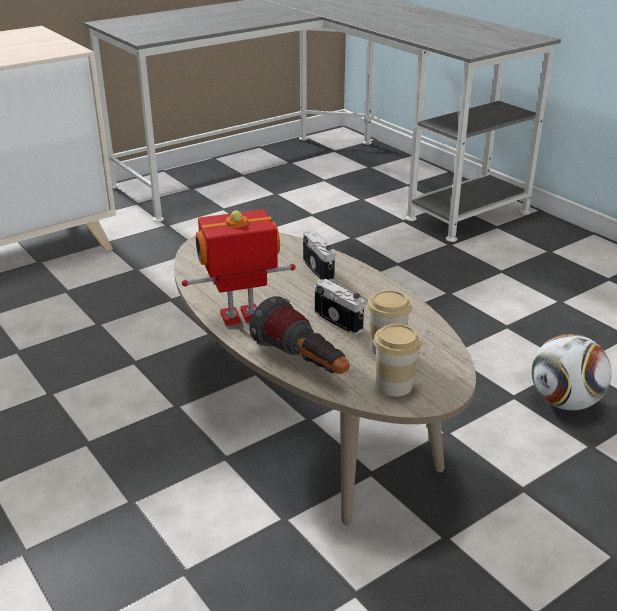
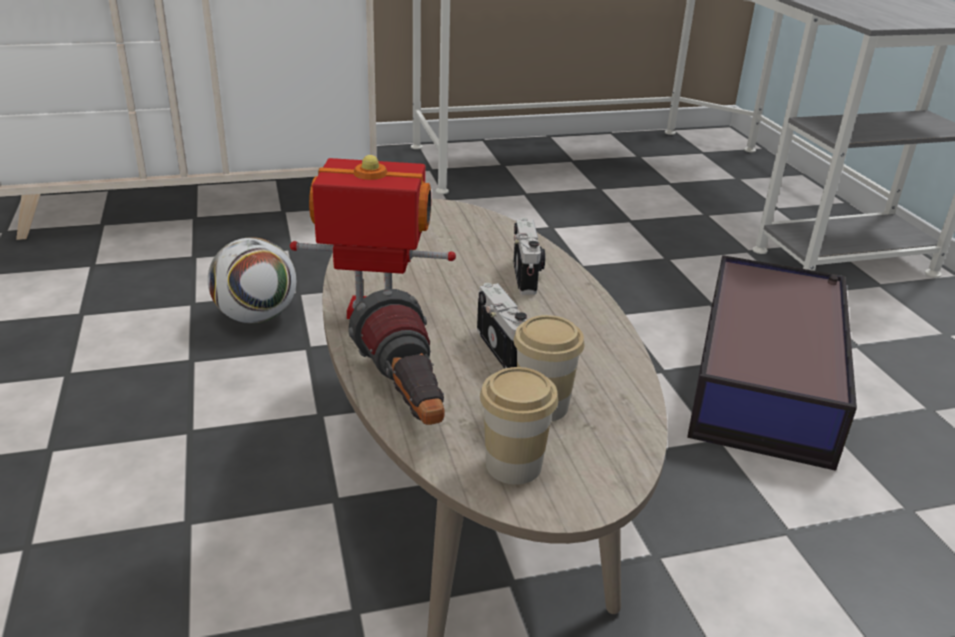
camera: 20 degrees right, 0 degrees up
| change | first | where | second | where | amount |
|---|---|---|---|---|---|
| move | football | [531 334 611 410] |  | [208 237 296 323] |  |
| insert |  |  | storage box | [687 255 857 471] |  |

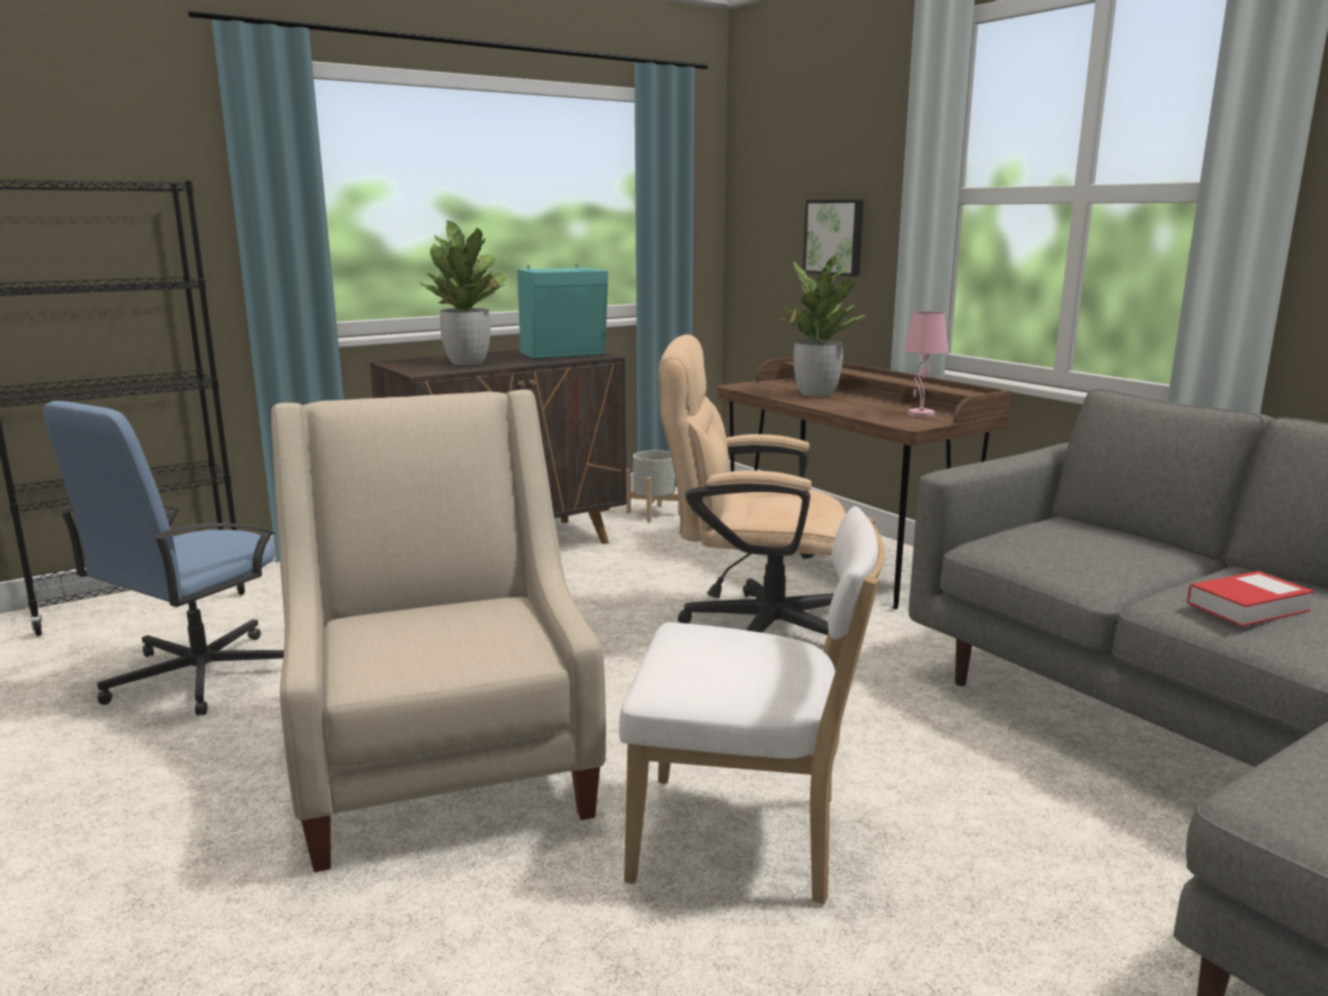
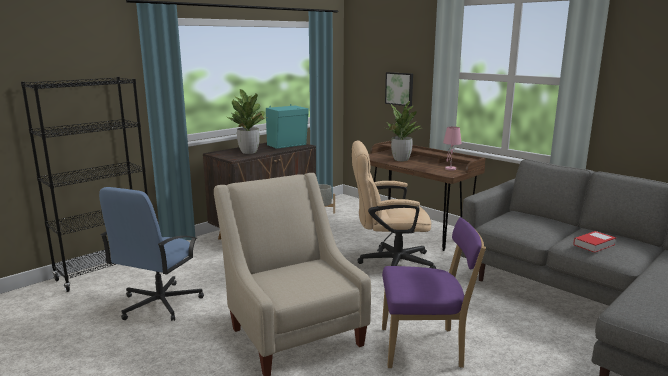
camera: 10 degrees left, 0 degrees up
| change | first | where | second | where | amount |
|---|---|---|---|---|---|
| recolor | upright chair in whitish | [619 506 885 905] | upright chair in purple | [382 217 486 368] |  |

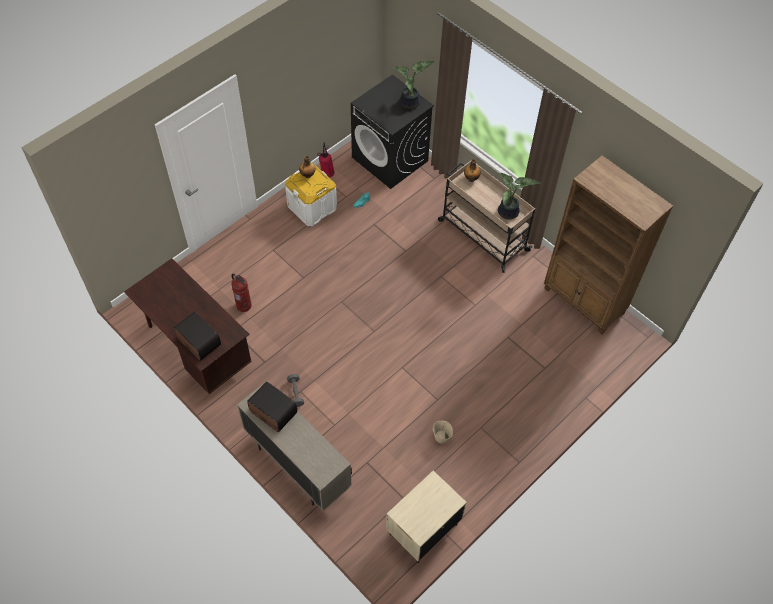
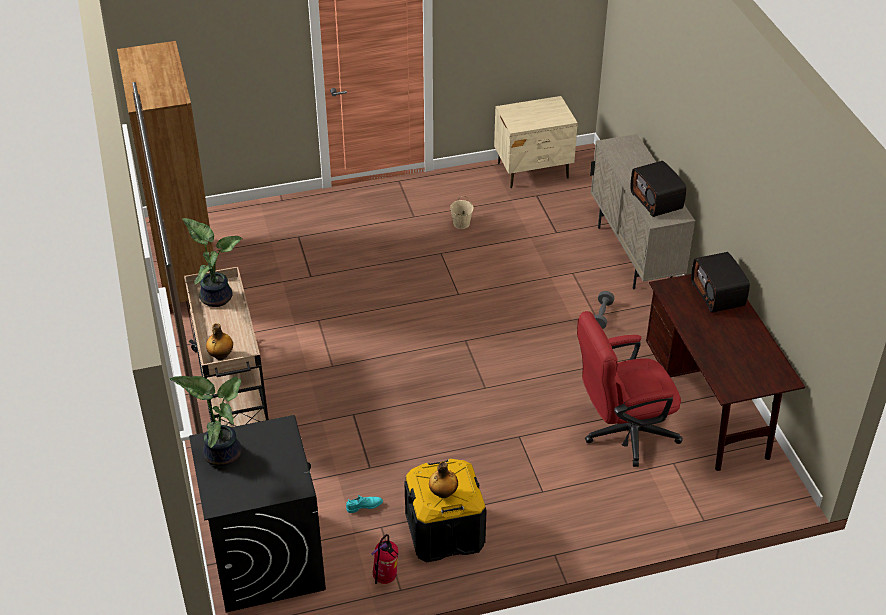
camera: 150 degrees left, 15 degrees down
| change | first | where | second | where | amount |
|---|---|---|---|---|---|
| replace | fire extinguisher | [231 274 252 312] | desk chair in reddish | [577 311 683 467] |  |
| recolor | storage box in whitish | [285 165 337 226] | storage box in black-coloured | [404 459 487 562] |  |

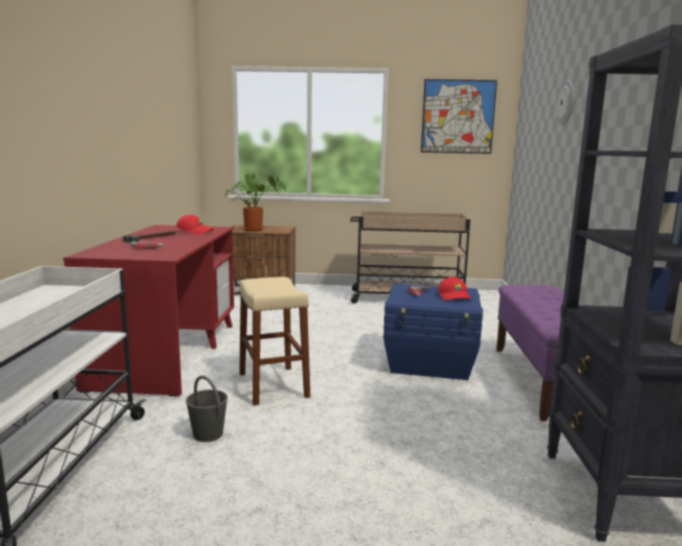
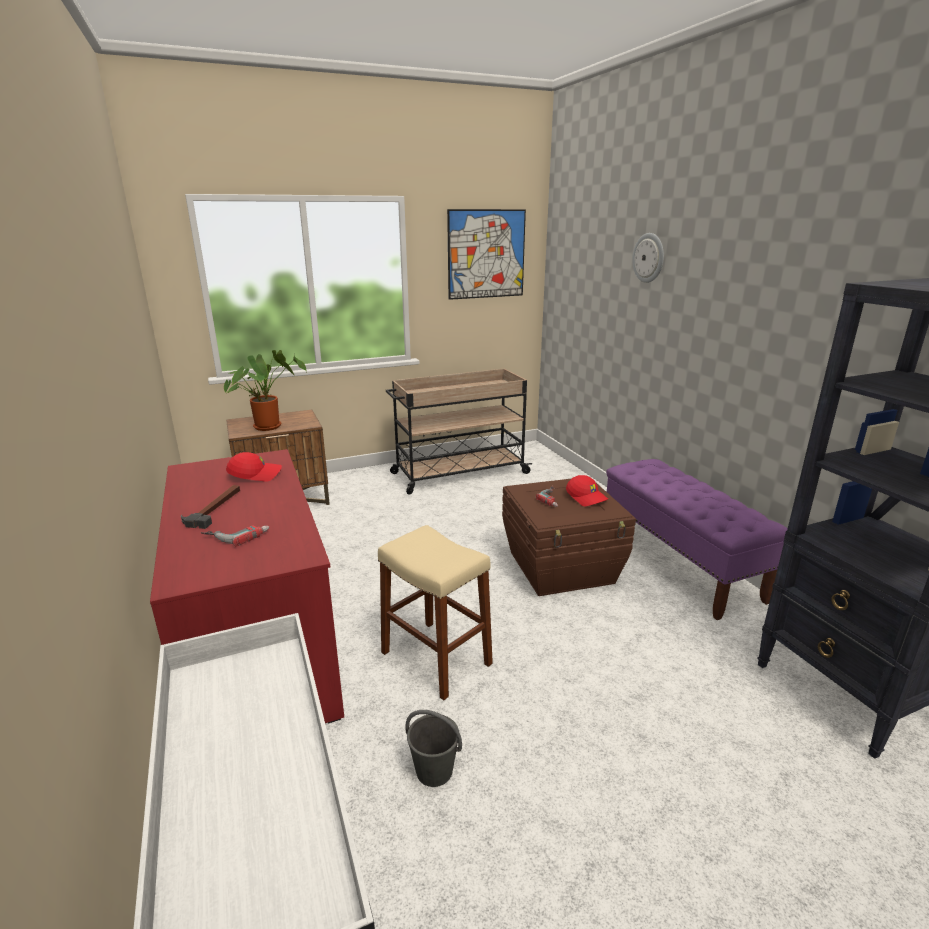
camera: 25 degrees left, 10 degrees up
| change | first | where | second | where | amount |
|---|---|---|---|---|---|
| recolor | storage box in blue-coloured | [383 283 483 380] | storage box in brown-coloured | [502 479 636 596] |  |

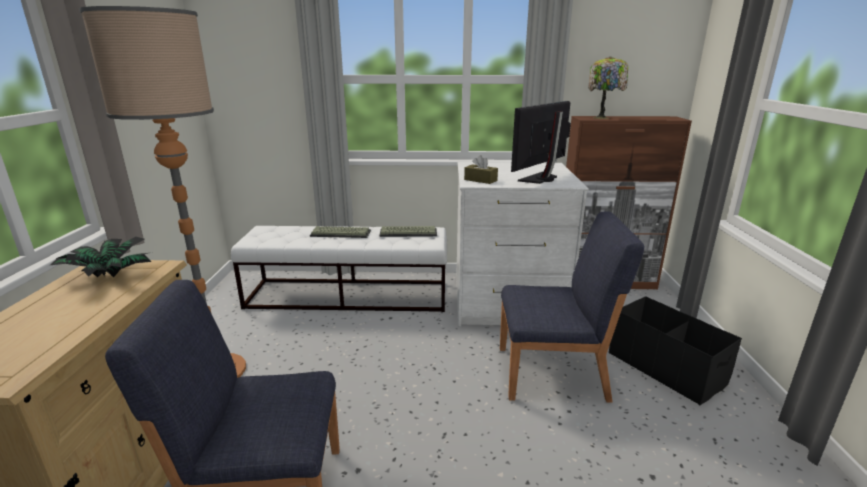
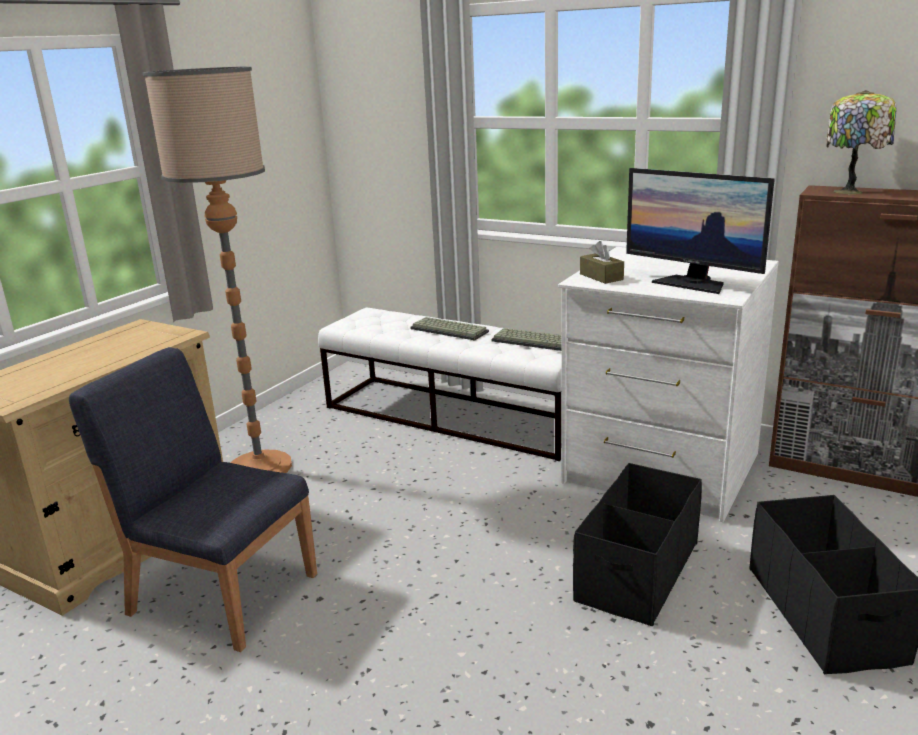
camera: 30 degrees right, 0 degrees up
| change | first | where | second | where | amount |
|---|---|---|---|---|---|
| delete | houseplant | [50 237 151 278] |  |  |  |
| replace | upright chair in blue-coloured | [500 211 644 403] | storage box in black-coloured | [573 463 702 626] |  |
| rotate | computer display | [511 101 571 184] |  | [626 168 775 294] | 120 degrees counterclockwise |

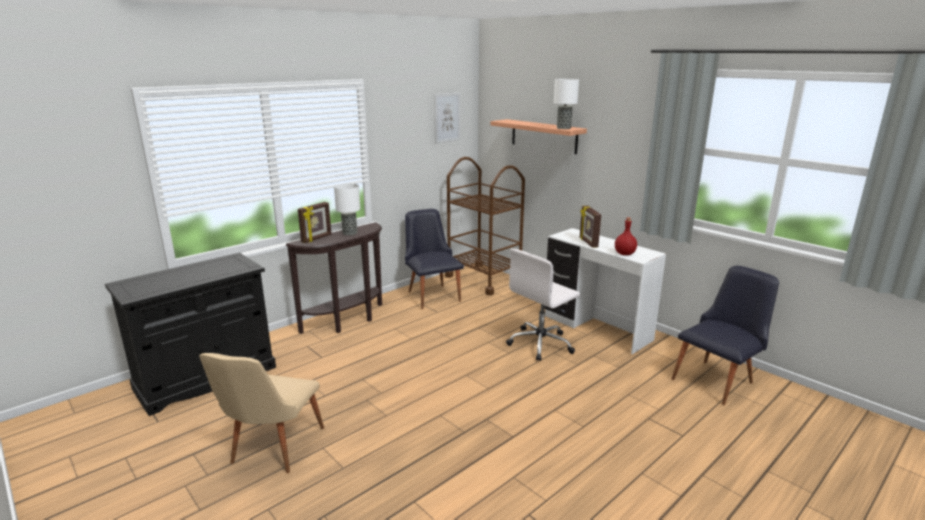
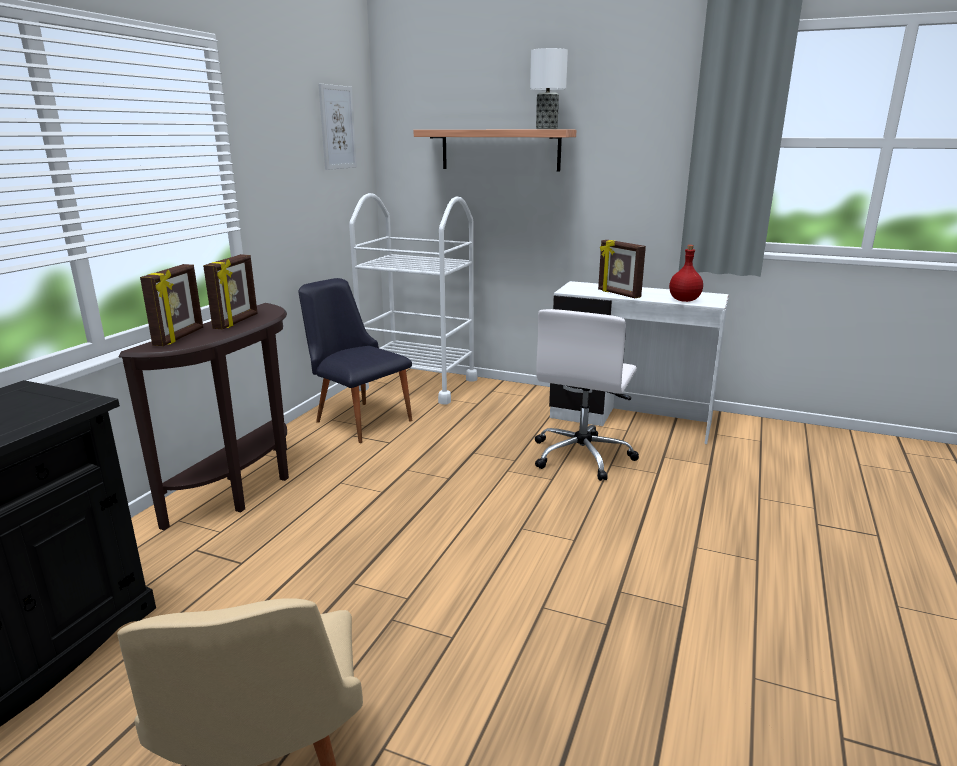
camera: 25 degrees left, 0 degrees up
| change | first | where | second | where | amount |
|---|---|---|---|---|---|
| replace | lamp for a table | [334 183 360 235] | standing frame | [203 254 258 329] |  |
| recolor | trolley in brown-coloured | [445 157 525 295] | trolley in whitish | [349 193 477 404] |  |
| delete | upright chair in black-coloured | [672 266 779 405] |  |  |  |

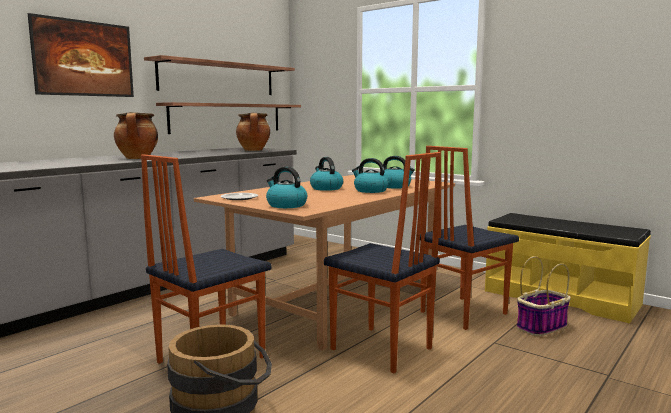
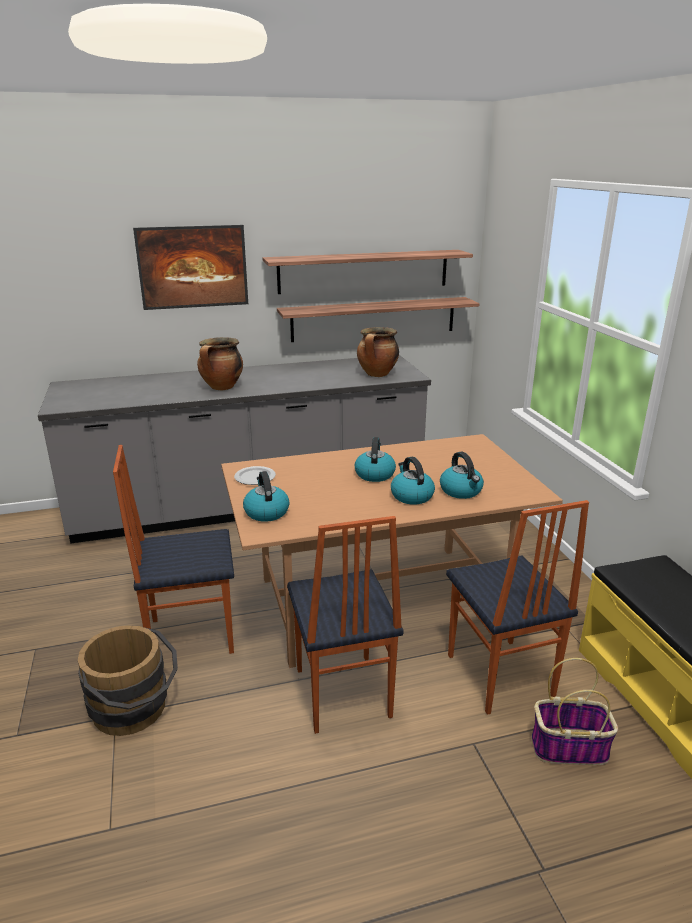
camera: 35 degrees right, 15 degrees up
| change | first | where | second | where | amount |
|---|---|---|---|---|---|
| rotate | upright chair | [420 146 519 330] |  | [446 500 589 715] | 105 degrees counterclockwise |

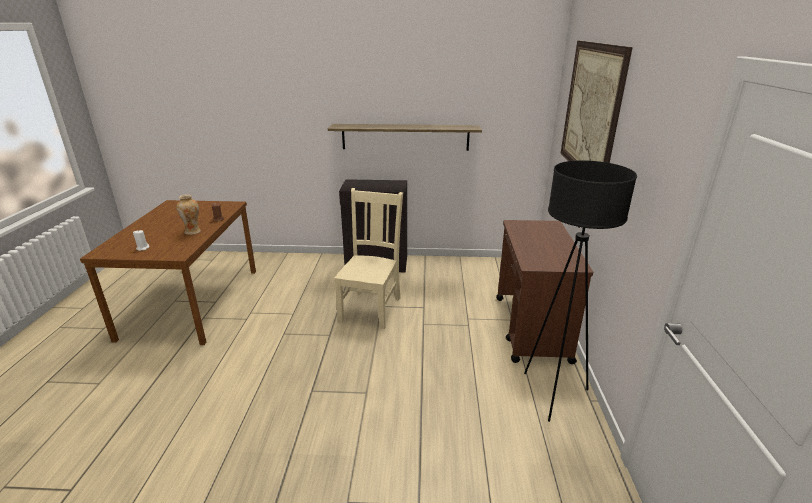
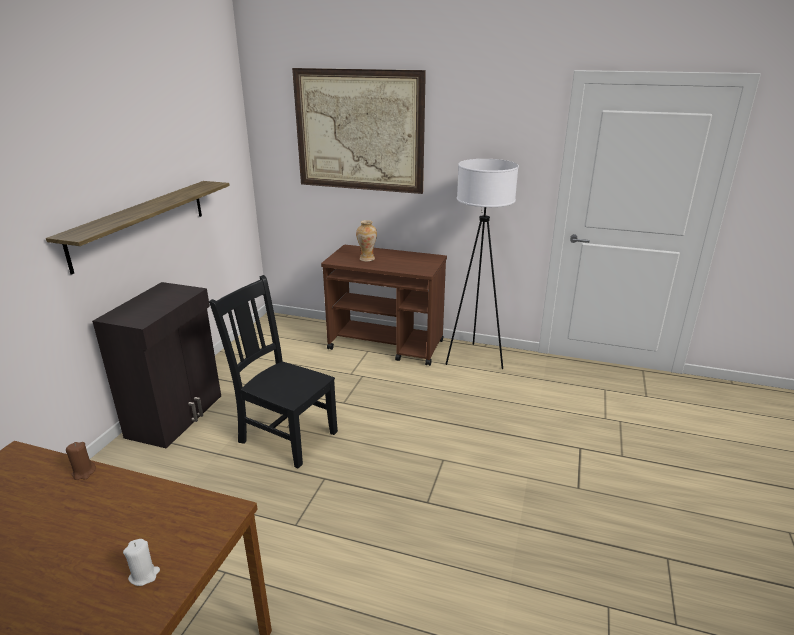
camera: 75 degrees left, 0 degrees up
| change | first | where | second | where | amount |
|---|---|---|---|---|---|
| move | vase | [176 194 201 235] |  | [356 220 377 262] |  |
| recolor | upright chair in beige-coloured | [334 188 403 329] | upright chair in black-coloured | [209 275 338 469] |  |
| recolor | standing lamp in black-coloured | [524 160 637 422] | standing lamp in whitish | [445 159 519 369] |  |

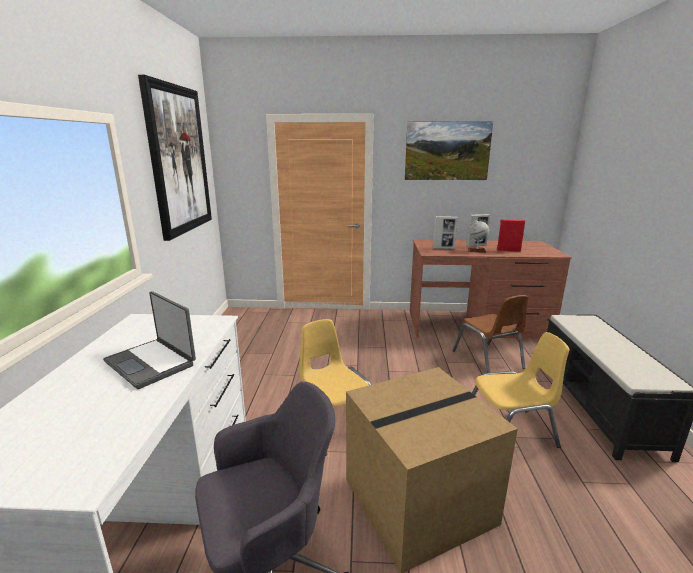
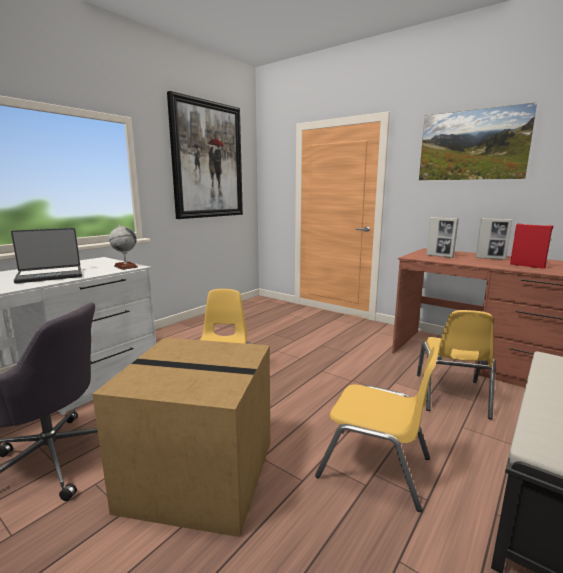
camera: 35 degrees right, 5 degrees down
| change | first | where | second | where | amount |
|---|---|---|---|---|---|
| rotate | laptop | [103 291 196 389] |  | [11 228 82 283] | 105 degrees counterclockwise |
| recolor | upright chair in brown-coloured | [453 295 528 373] | upright chair in yellow-coloured | [417 310 495 419] |  |
| move | globe | [468 220 489 253] |  | [109 225 138 270] |  |

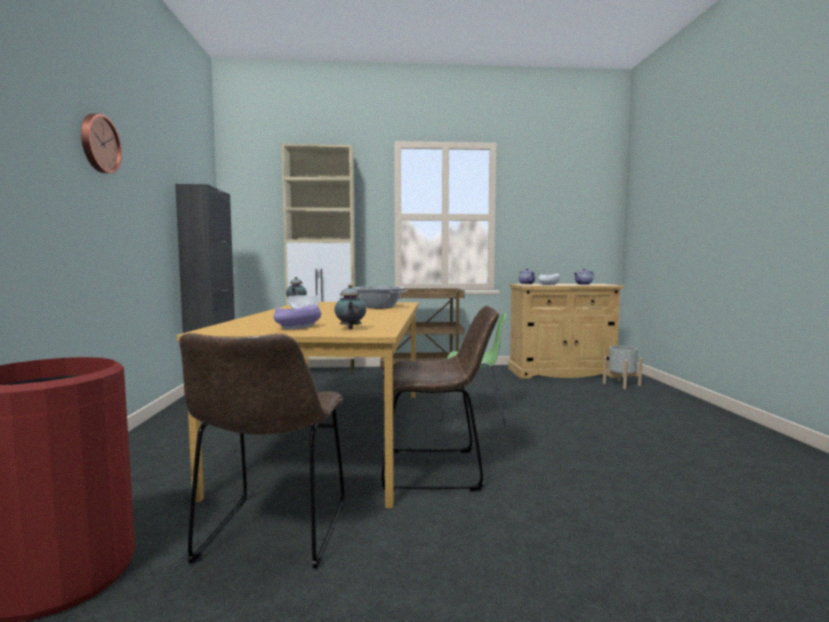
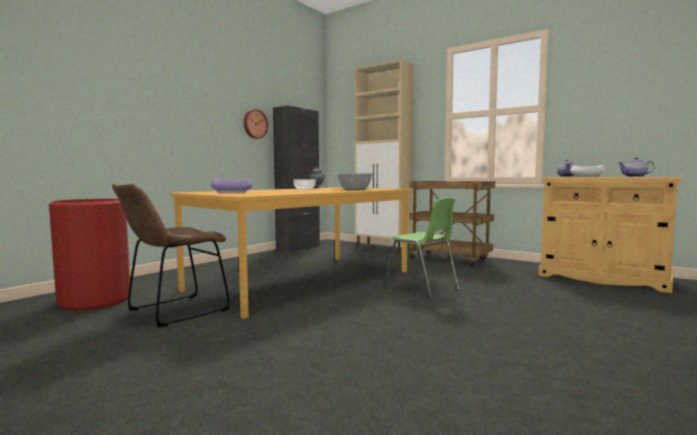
camera: 40 degrees right, 0 degrees up
| change | first | where | second | where | amount |
|---|---|---|---|---|---|
| move | wall clock | [81 114 122 173] |  | [244 109 268 139] |  |
| delete | pot for tea | [334 285 366 329] |  |  |  |
| delete | upright chair in brown-coloured | [381 306 499 491] |  |  |  |
| delete | flower pot in gray | [603 346 643 389] |  |  |  |

